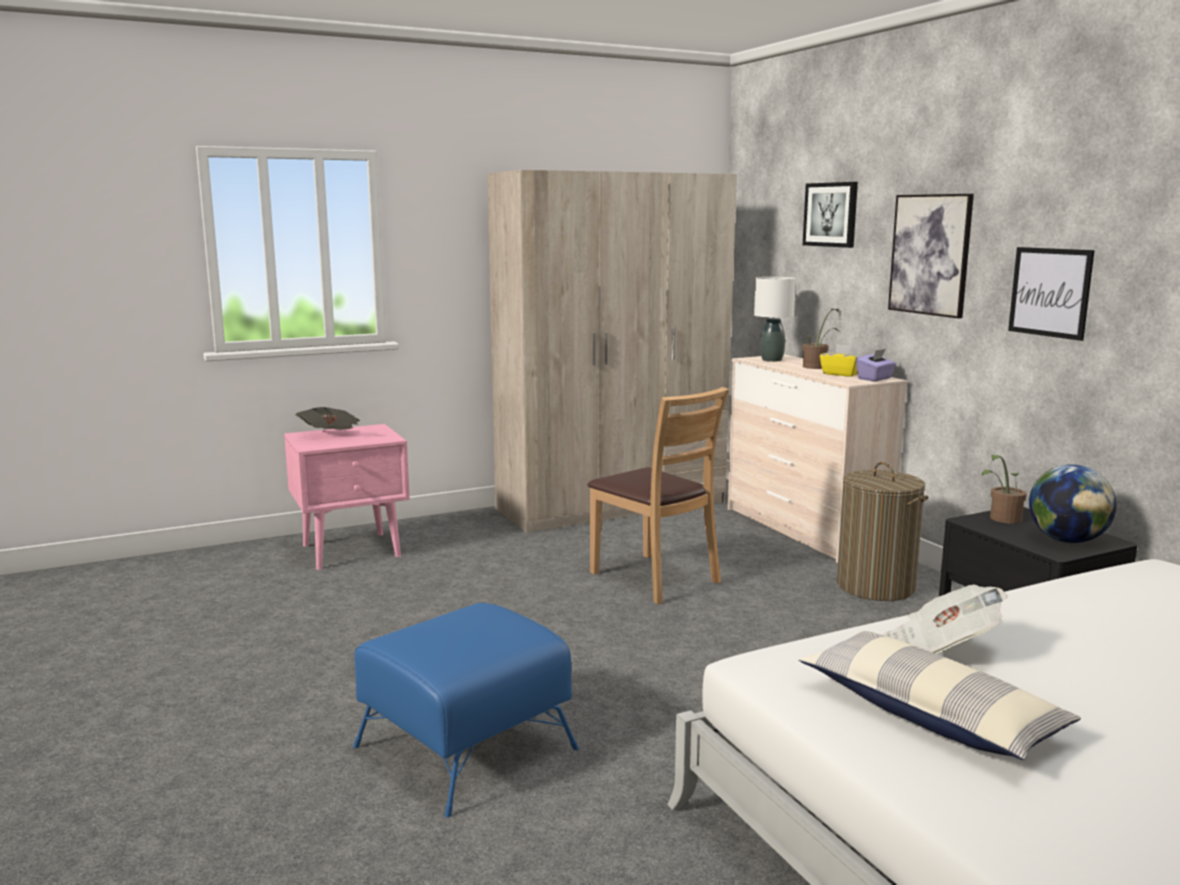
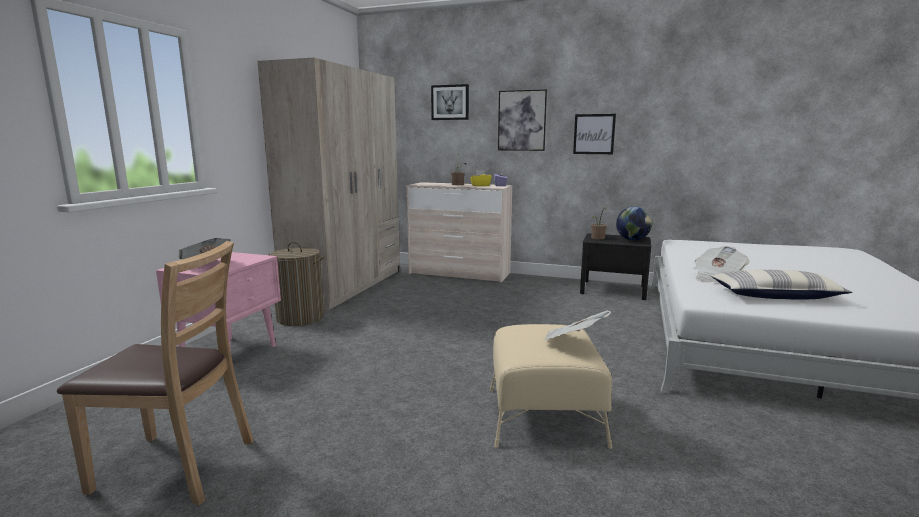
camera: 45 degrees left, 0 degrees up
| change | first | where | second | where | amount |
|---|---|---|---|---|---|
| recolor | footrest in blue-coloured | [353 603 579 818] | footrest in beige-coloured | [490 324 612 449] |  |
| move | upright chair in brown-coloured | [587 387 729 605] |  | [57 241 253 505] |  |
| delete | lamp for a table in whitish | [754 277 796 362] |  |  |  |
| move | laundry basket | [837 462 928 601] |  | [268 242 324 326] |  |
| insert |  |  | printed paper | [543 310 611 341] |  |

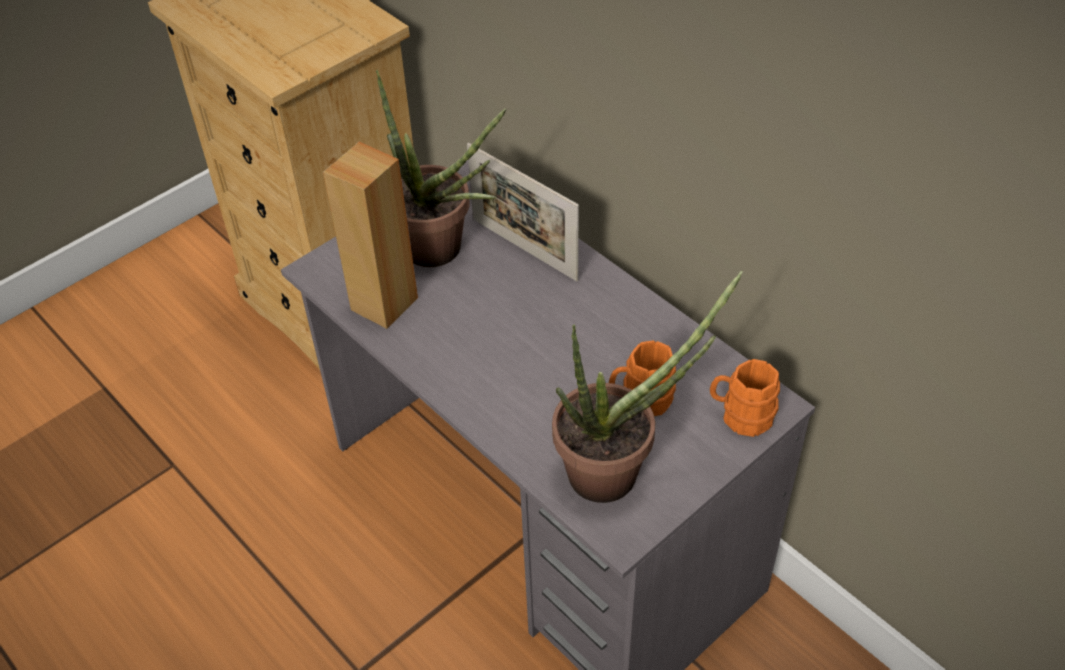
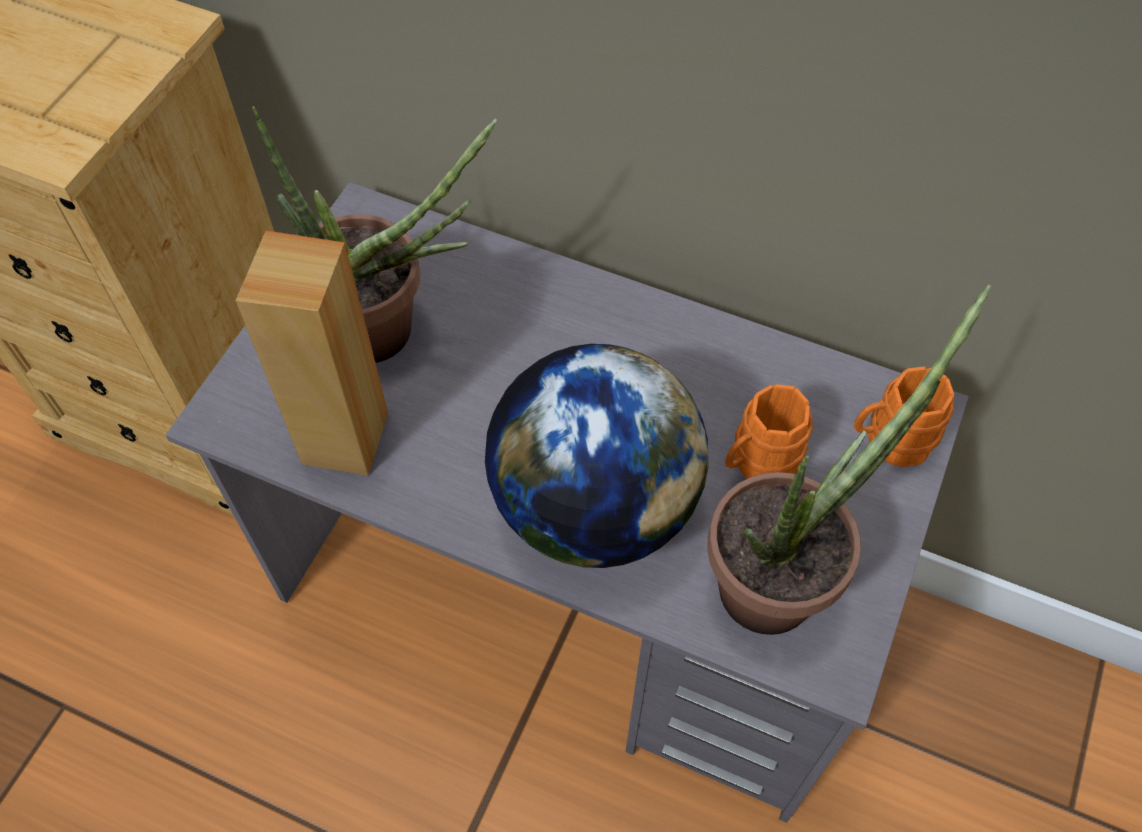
camera: 25 degrees left, 10 degrees up
| change | first | where | second | where | amount |
|---|---|---|---|---|---|
| delete | standing frame | [467 143 579 281] |  |  |  |
| insert |  |  | globe | [485 344 708 568] |  |

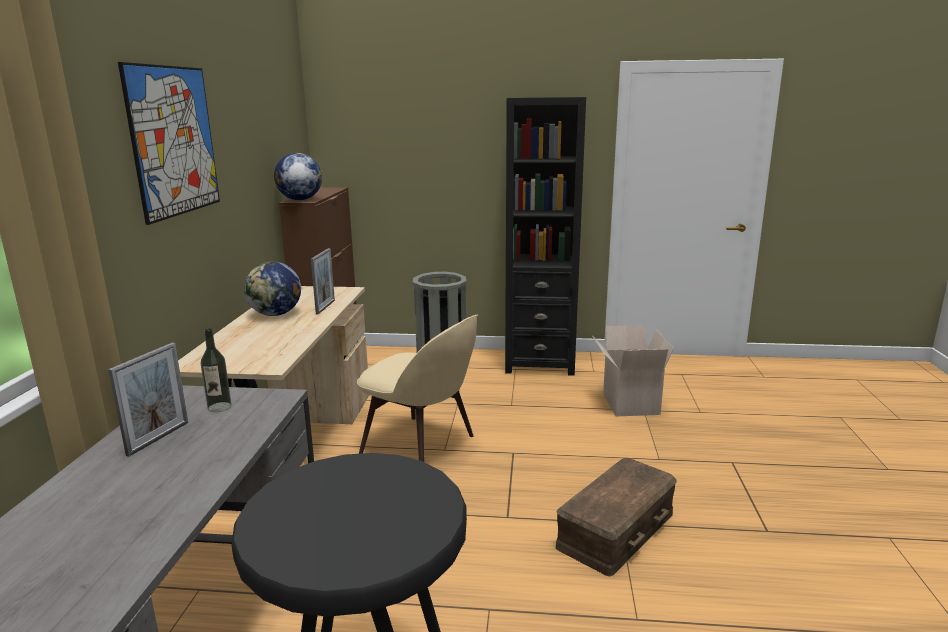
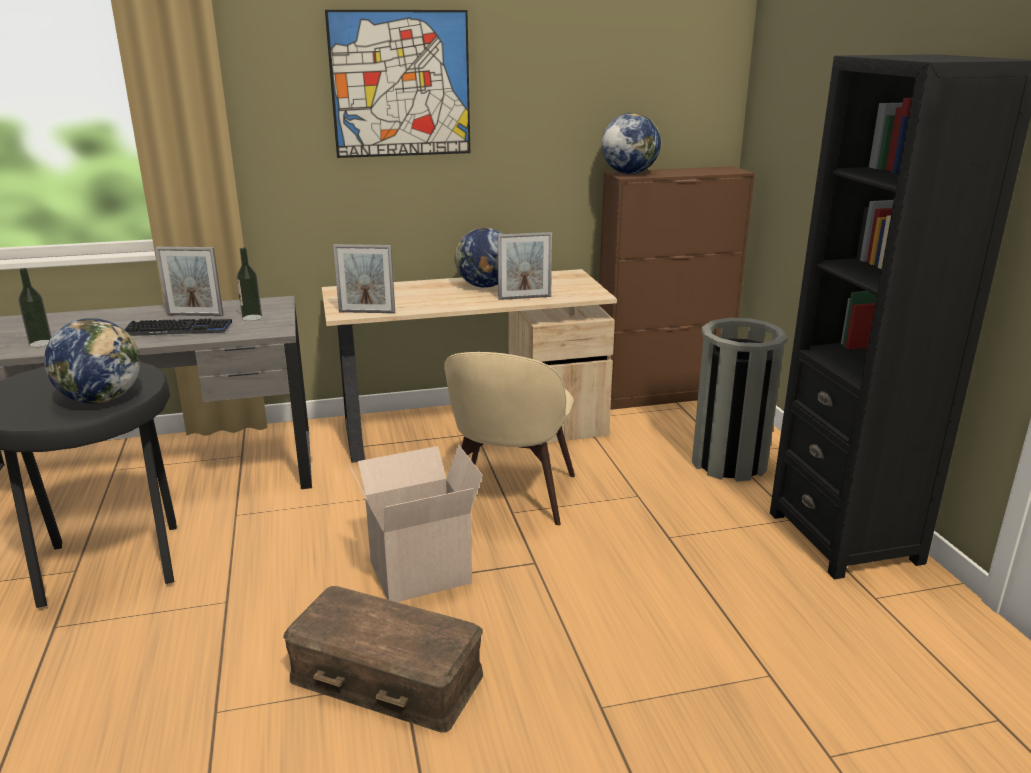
camera: 70 degrees right, 5 degrees up
| change | first | where | second | where | amount |
|---|---|---|---|---|---|
| move | packing box | [593 325 674 417] |  | [349 444 483 602] |  |
| insert |  |  | bottle | [18 268 51 347] |  |
| insert |  |  | globe | [44 318 140 404] |  |
| insert |  |  | PC keyboard | [124 319 232 336] |  |
| insert |  |  | standing frame | [333 244 395 313] |  |

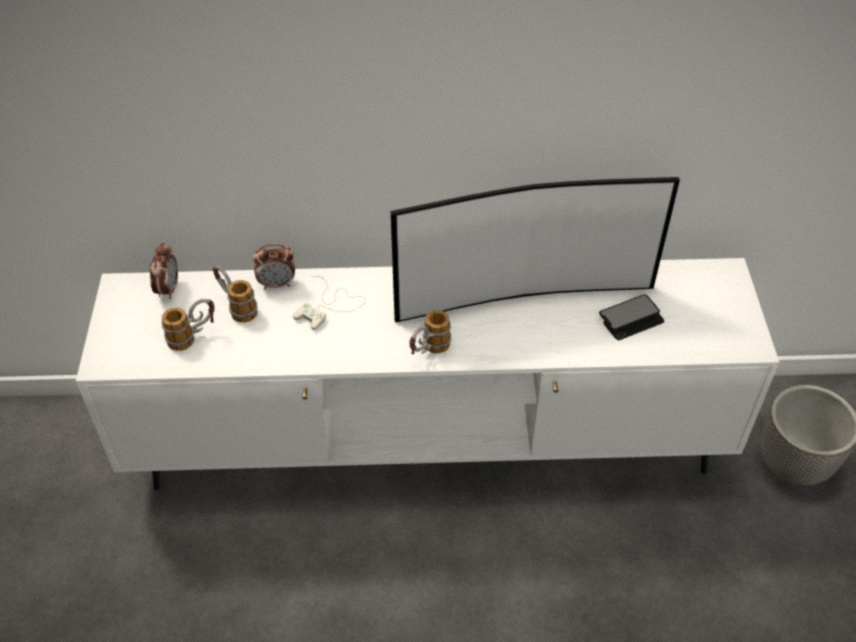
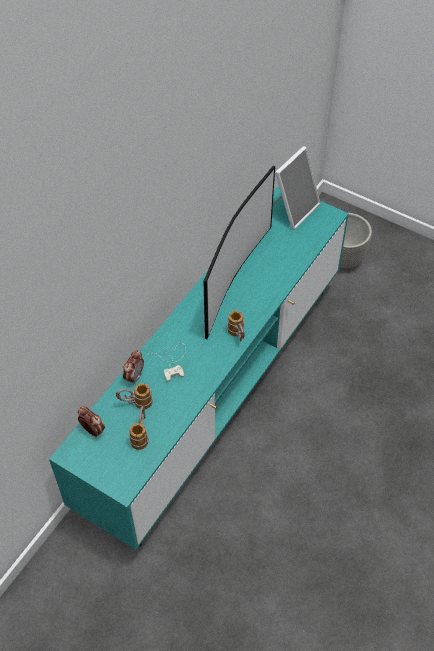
camera: 55 degrees left, 5 degrees up
| change | first | where | second | where | amount |
|---|---|---|---|---|---|
| recolor | media console in whitish | [76 258 779 490] | media console in turquoise | [49 186 349 550] |  |
| delete | phone | [599 294 664 340] |  |  |  |
| insert |  |  | standing frame | [273 146 320 230] |  |

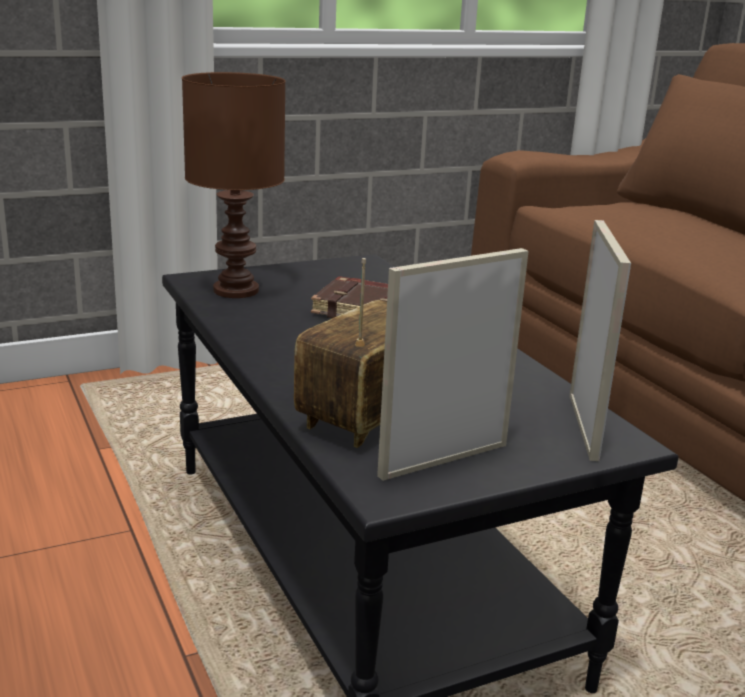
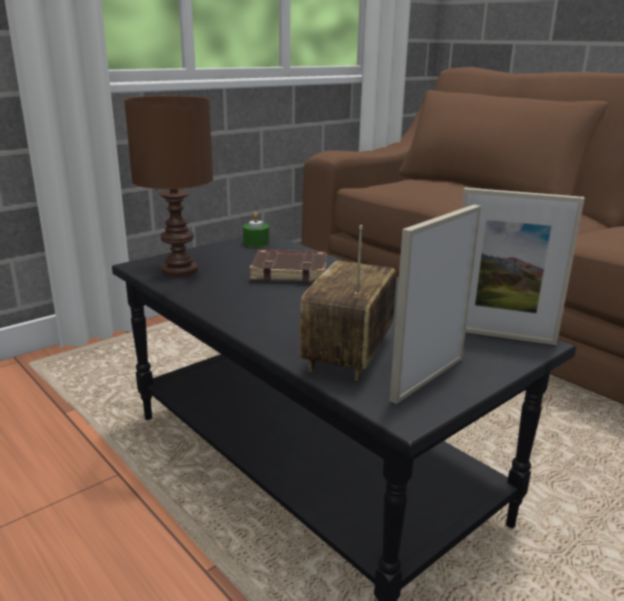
camera: 15 degrees left, 0 degrees up
| change | first | where | second | where | amount |
|---|---|---|---|---|---|
| rotate | standing frame | [570 220 631 461] |  | [462 188 585 345] | 120 degrees clockwise |
| insert |  |  | candle in greenish | [243 212 269 247] |  |

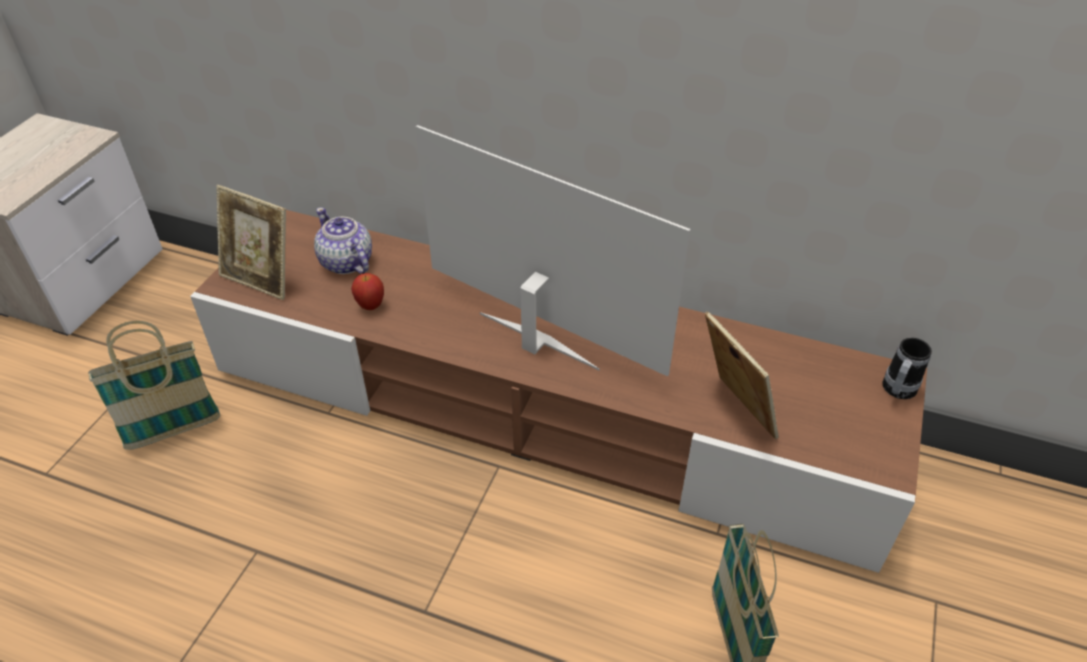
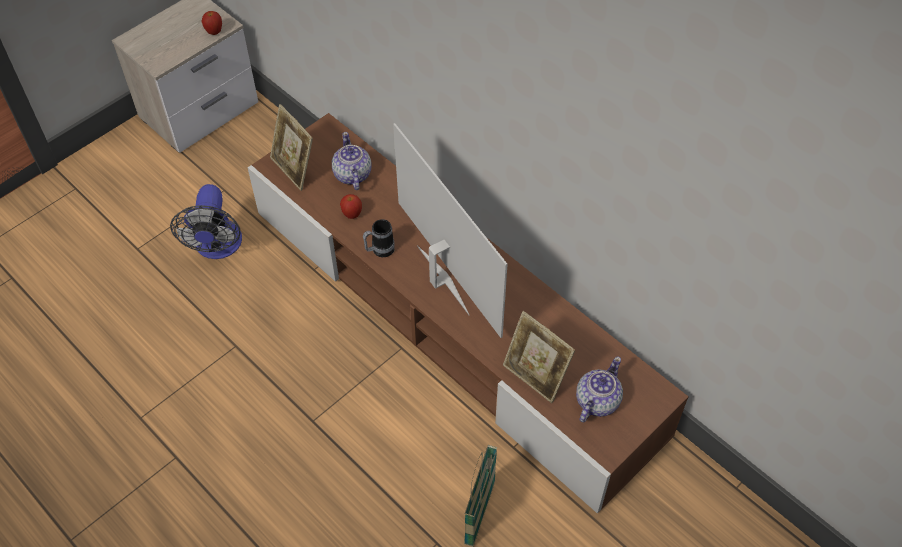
camera: 25 degrees right, 10 degrees up
| change | first | where | second | where | amount |
|---|---|---|---|---|---|
| replace | basket | [88 321 221 450] | electric fan | [170 184 242 259] |  |
| rotate | standing frame | [705 311 779 439] |  | [503 311 575 403] | 135 degrees clockwise |
| move | mug | [882 338 932 399] |  | [363 219 395 257] |  |
| insert |  |  | apple | [201 11 222 35] |  |
| insert |  |  | pot for tea | [576 357 623 422] |  |

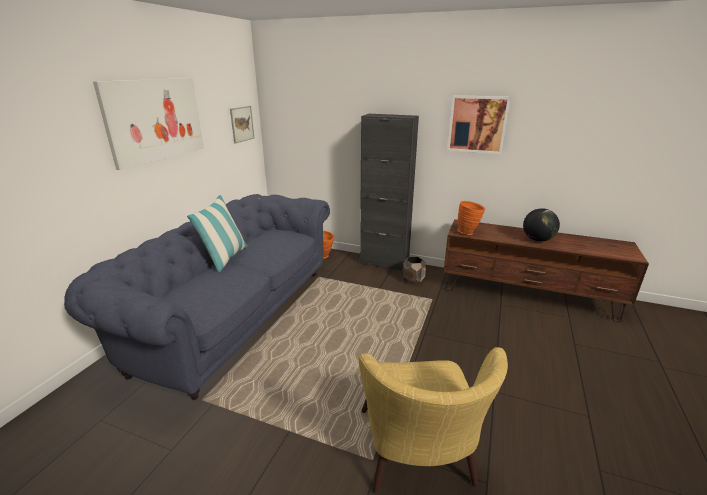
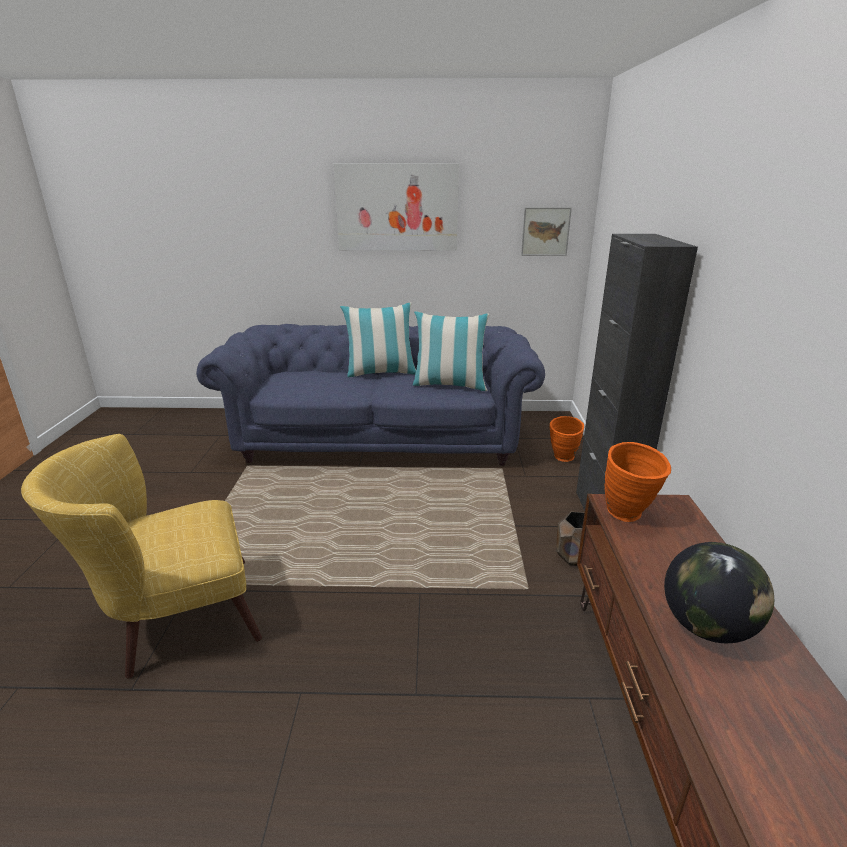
camera: 70 degrees right, 0 degrees up
| change | first | where | second | where | amount |
|---|---|---|---|---|---|
| delete | picture | [447 95 510 154] |  |  |  |
| insert |  |  | cushion | [413 311 490 391] |  |

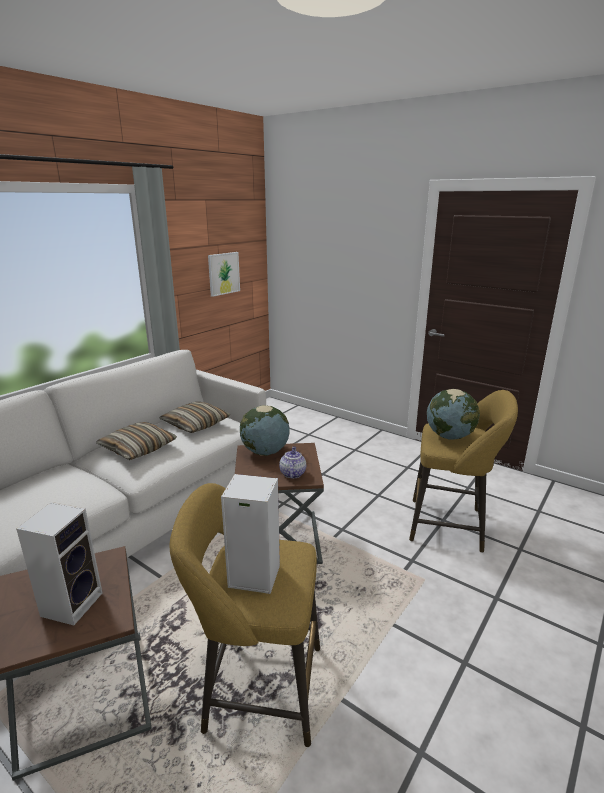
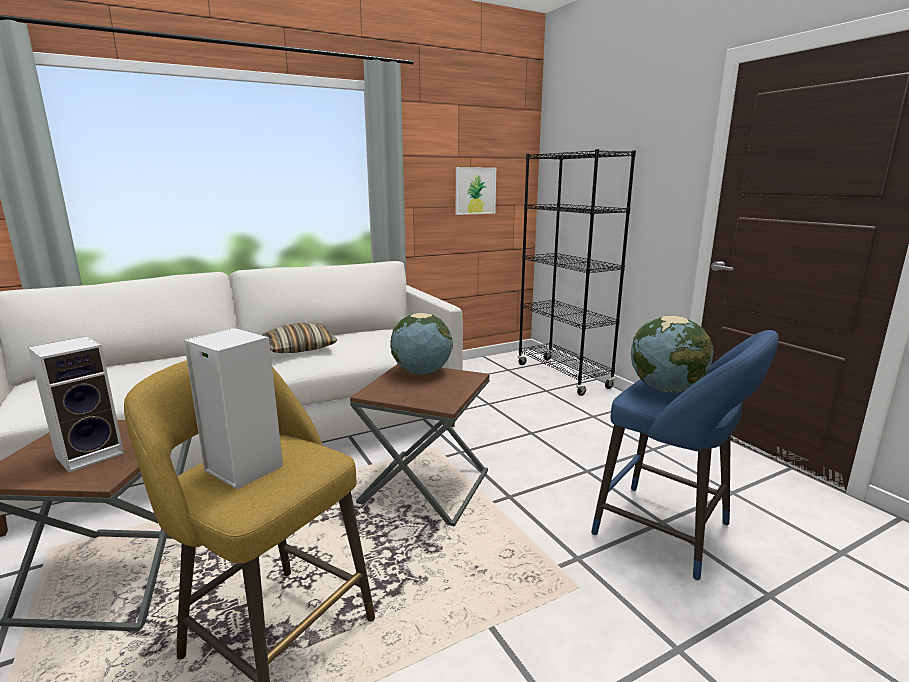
camera: 25 degrees right, 5 degrees down
| change | first | where | second | where | amount |
|---|---|---|---|---|---|
| delete | cushion | [160 402 230 433] |  |  |  |
| delete | pot for tea | [279 447 306 478] |  |  |  |
| recolor | stool in yellow-coloured | [409 390 518 553] | stool in blue-coloured | [591 330 779 581] |  |
| insert |  |  | bookcase in black-coloured | [518 149 636 396] |  |

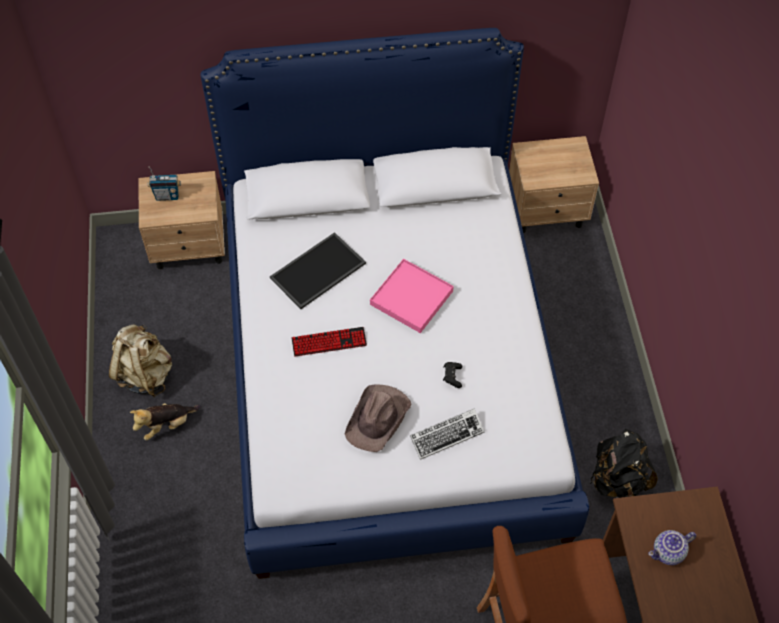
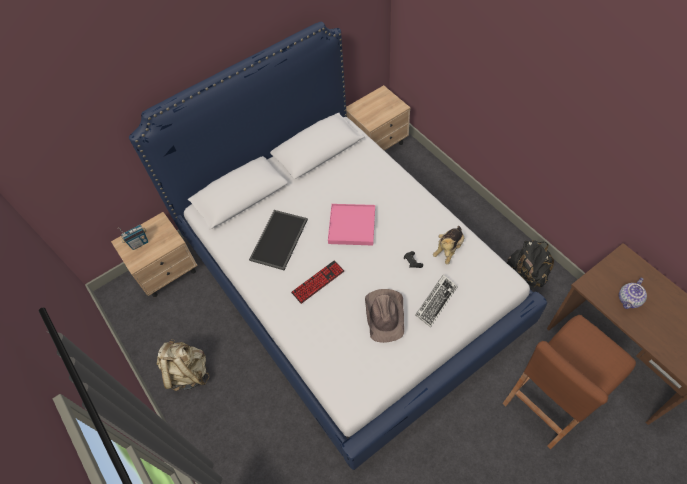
camera: 25 degrees left, 0 degrees up
| change | first | where | second | where | amount |
|---|---|---|---|---|---|
| move | cuddly toy | [130 403 200 440] |  | [433 226 464 264] |  |

